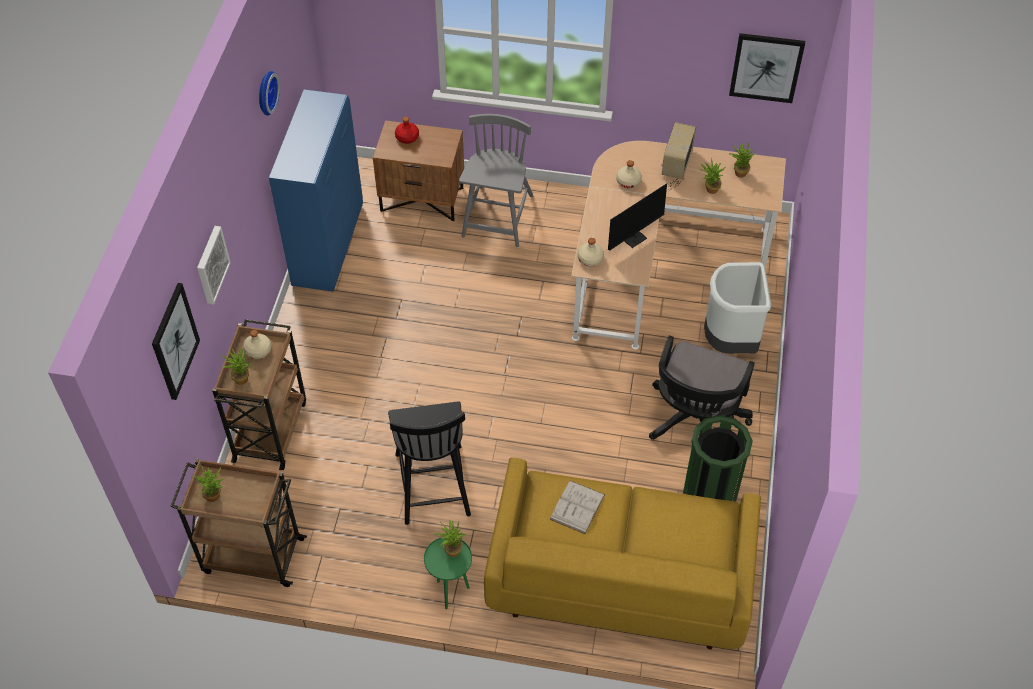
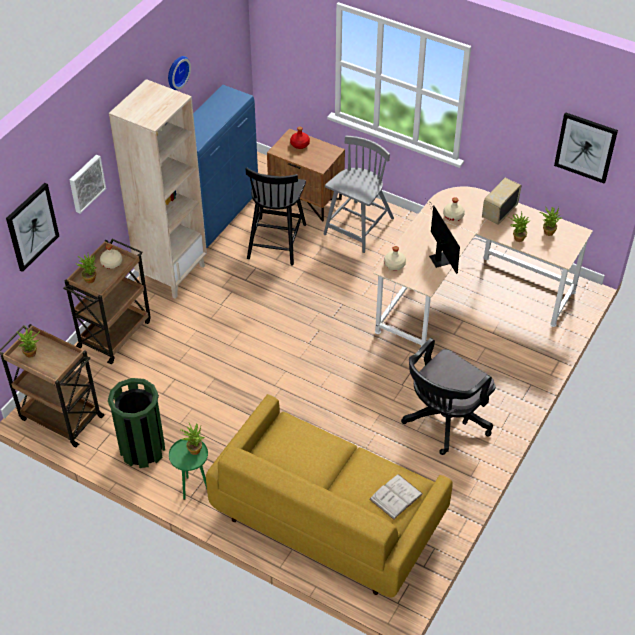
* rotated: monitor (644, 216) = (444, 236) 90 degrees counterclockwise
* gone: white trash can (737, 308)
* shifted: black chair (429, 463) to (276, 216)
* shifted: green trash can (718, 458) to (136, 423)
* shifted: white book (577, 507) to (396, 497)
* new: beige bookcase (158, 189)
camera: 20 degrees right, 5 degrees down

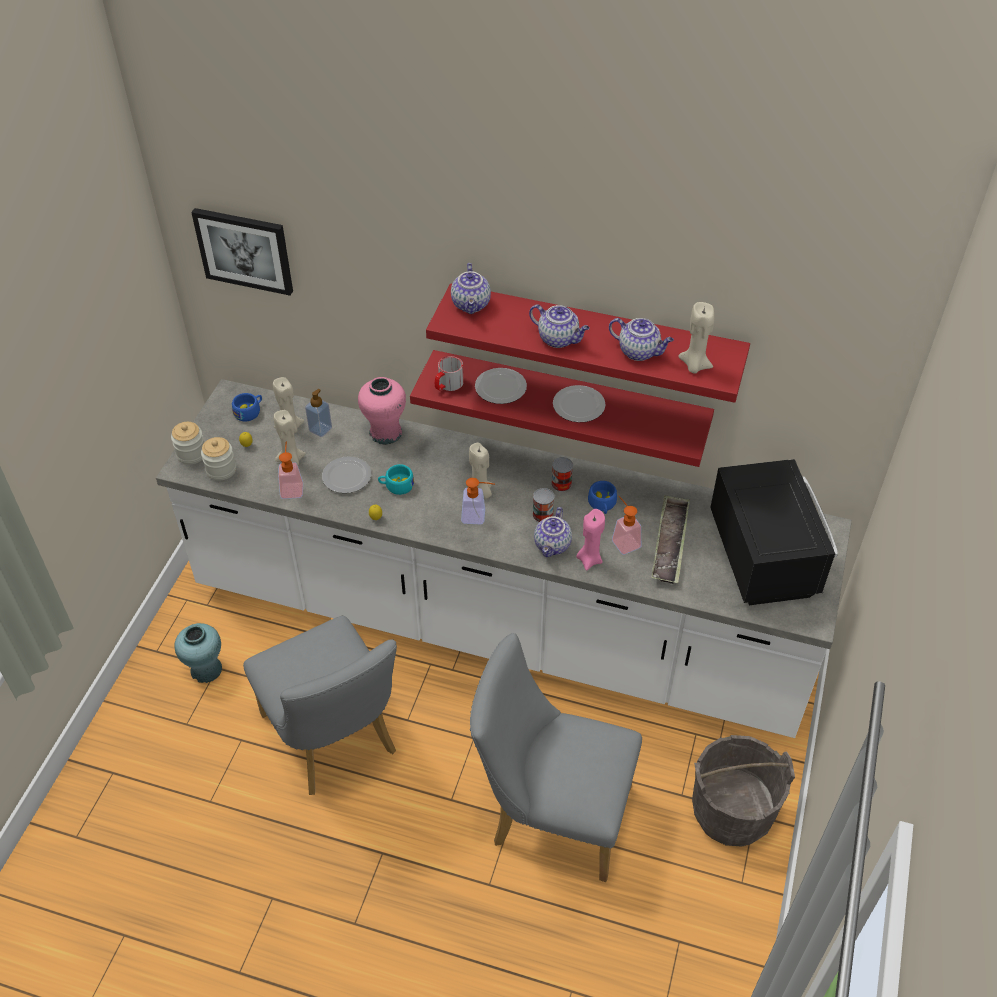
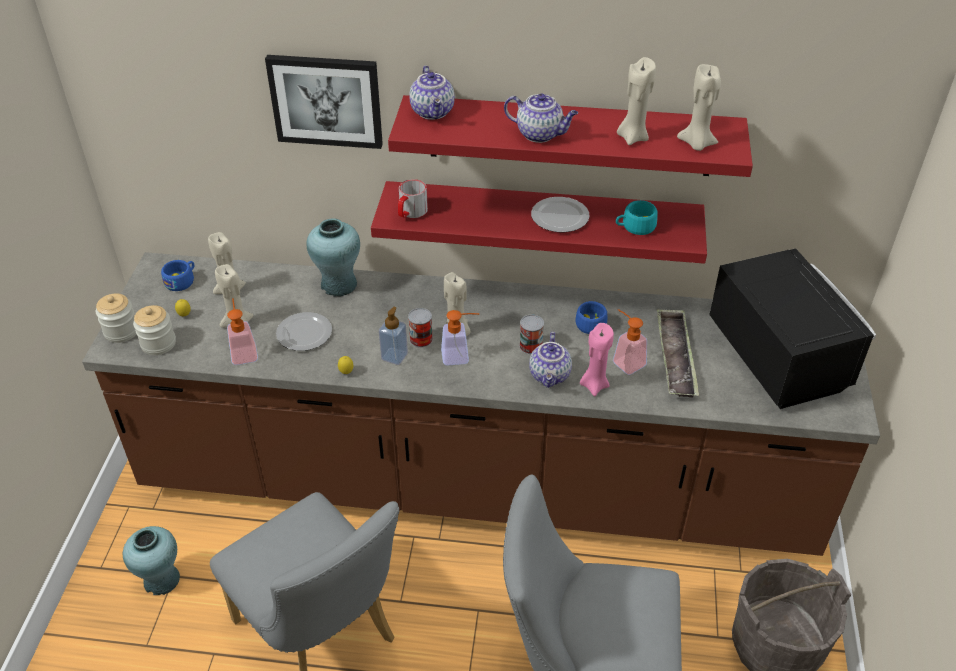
* shifted: picture (242, 252) to (324, 102)
* swapped: teapot (641, 339) to beige candle (636, 101)
* gone: plate (501, 386)
* repainted: pink vase (382, 411) to turquoise vase (333, 257)
* repainted: white counter (504, 558) to brown counter (481, 404)
* shifted: soap dispenser (318, 413) to (393, 336)
* shifted: can (562, 474) to (420, 327)
* shifted: turquoise cup (396, 479) to (637, 217)
camera: 10 degrees left, 5 degrees down

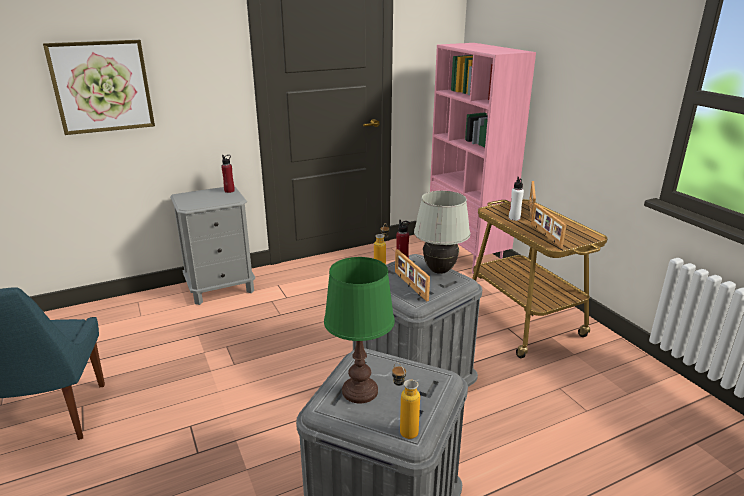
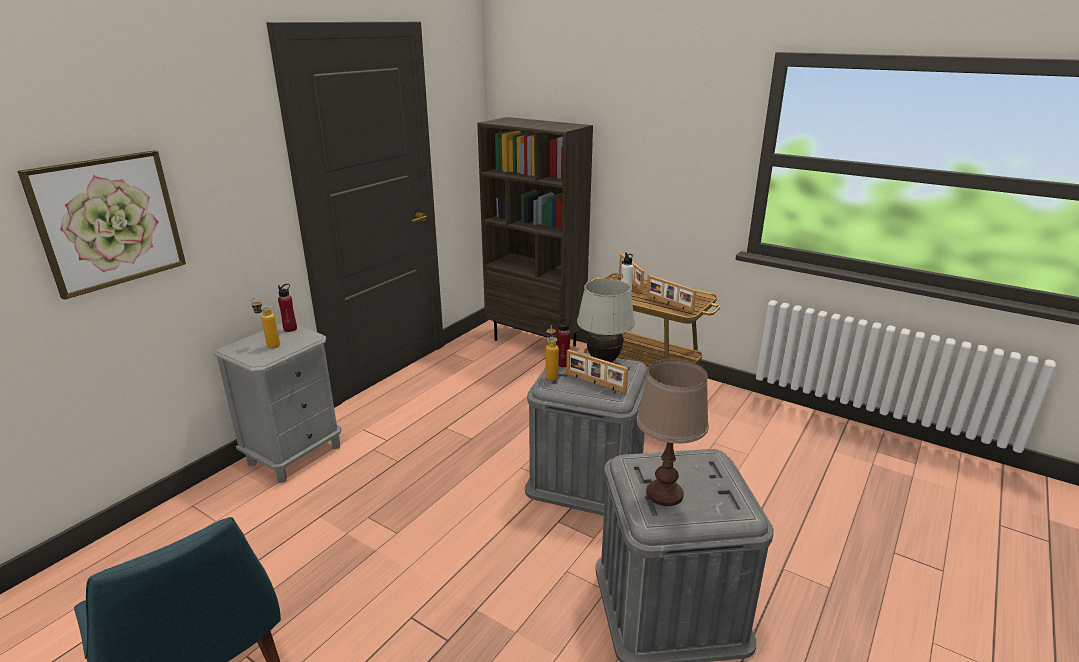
* repainted: pink bookcase (483, 158) to brown bookcase (535, 231)
* repainted: green table lamp (359, 330) to brown table lamp (672, 432)
* shifted: bottle (406, 400) to (265, 323)
camera: 30 degrees left, 0 degrees up

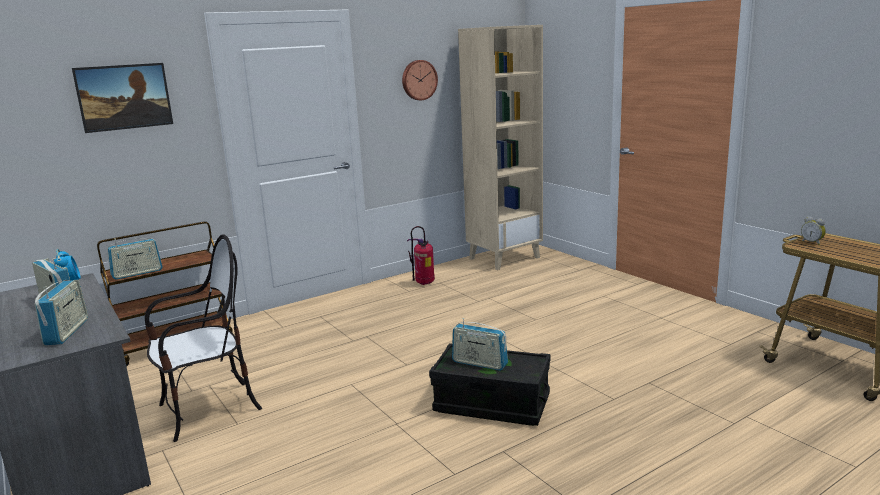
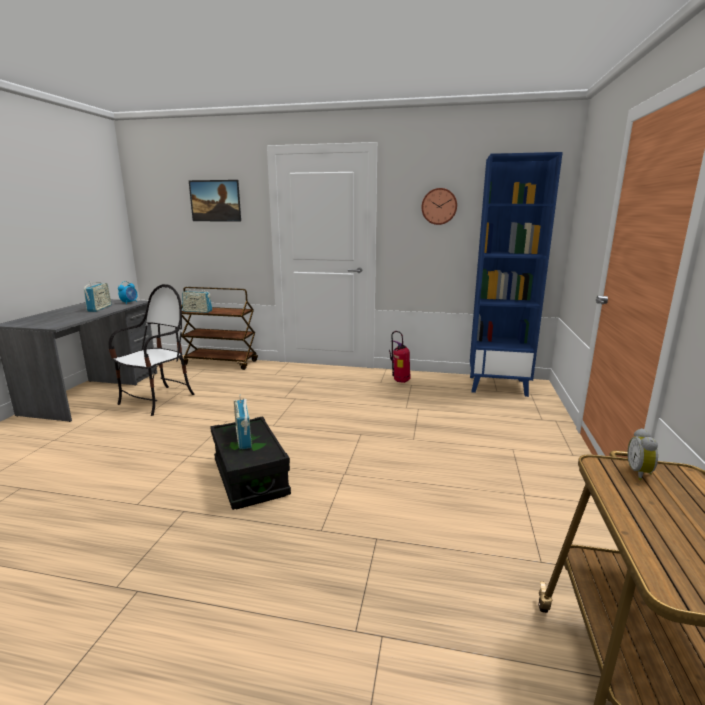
* repainted: beige bookcase (500, 147) to blue bookcase (516, 274)
* rotated: chair (203, 338) = (152, 350) 75 degrees counterclockwise
* gone: radio (61, 312)
camera: 45 degrees right, 0 degrees up

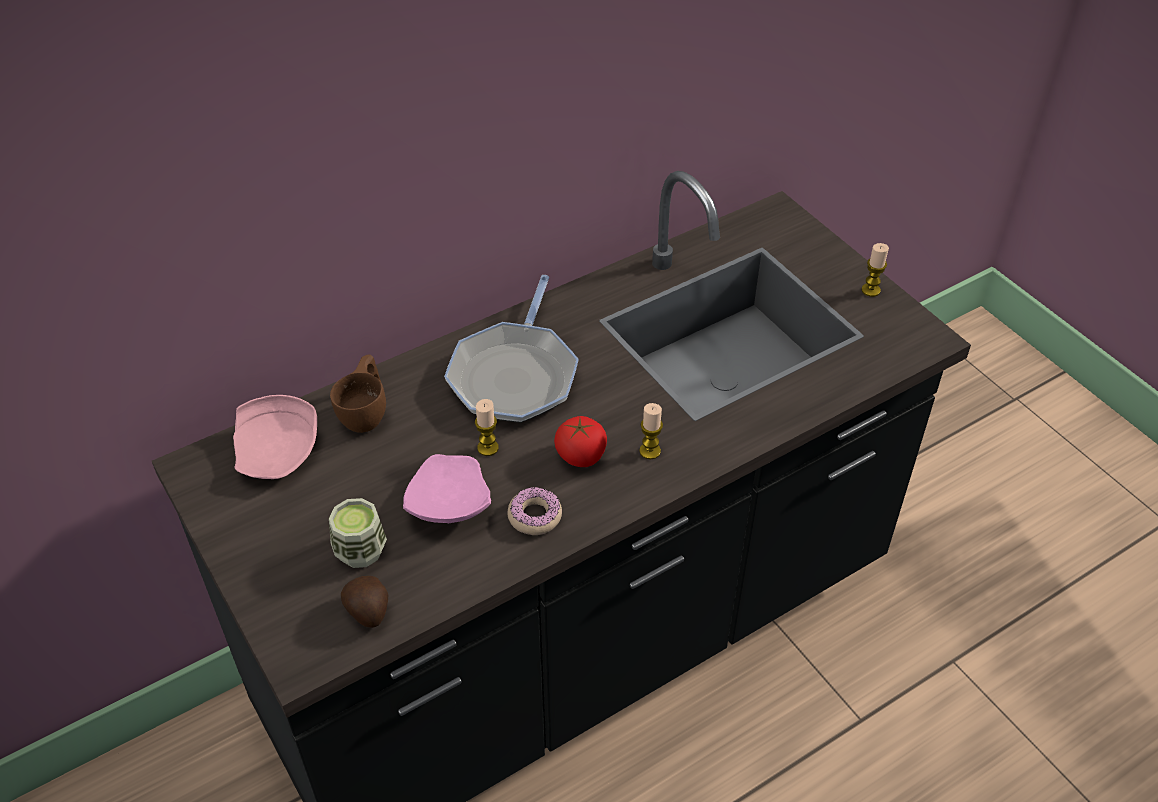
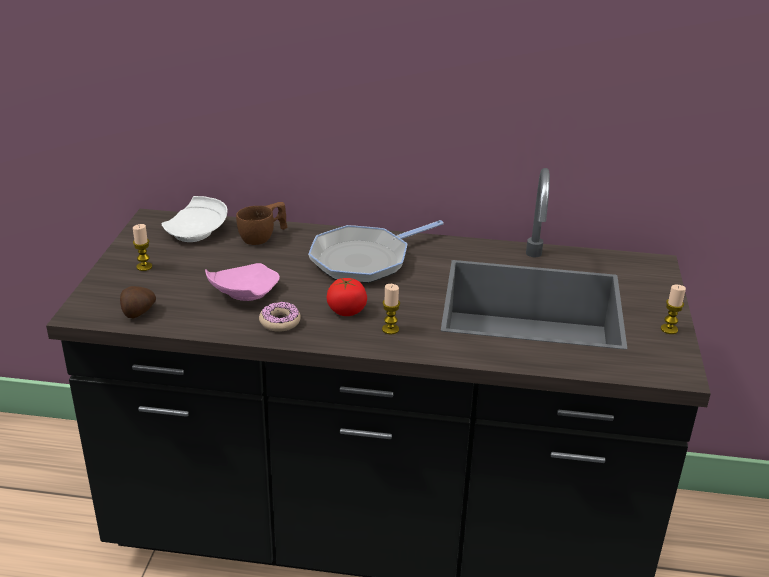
* repainted: pink plate (275, 437) to white plate (194, 219)
* shifted: candle (487, 427) to (142, 247)
* gone: cup (358, 533)
camera: 40 degrees right, 15 degrees down

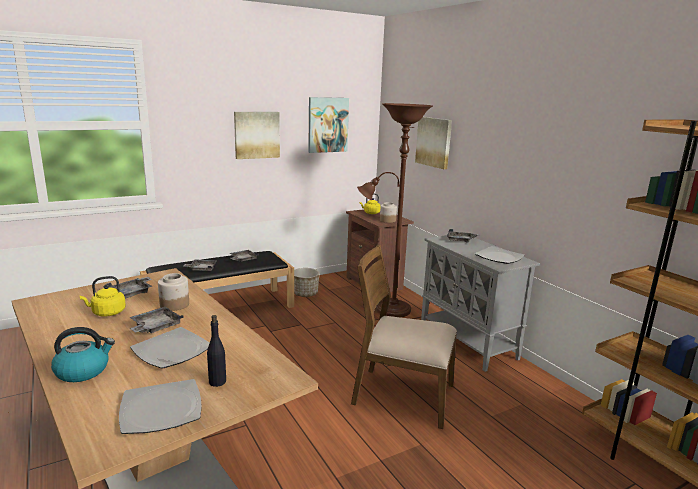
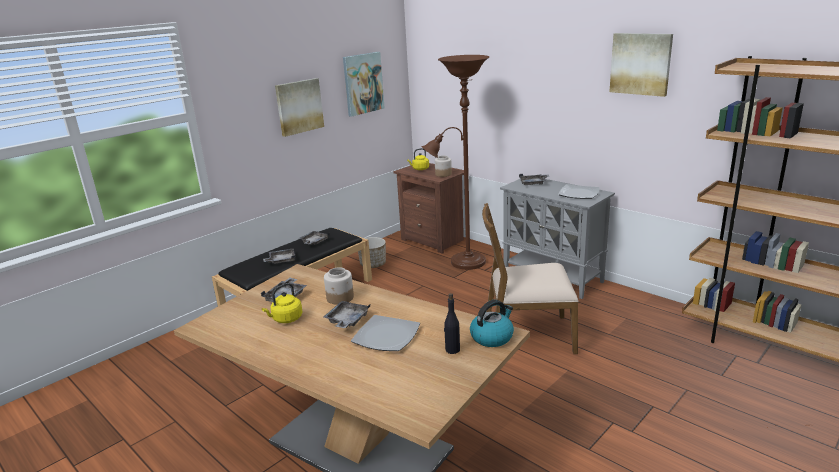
* shifted: picture (433, 143) to (641, 65)
* shifted: kettle (83, 354) to (492, 323)
* gone: plate (160, 406)
camera: 15 degrees left, 5 degrees up

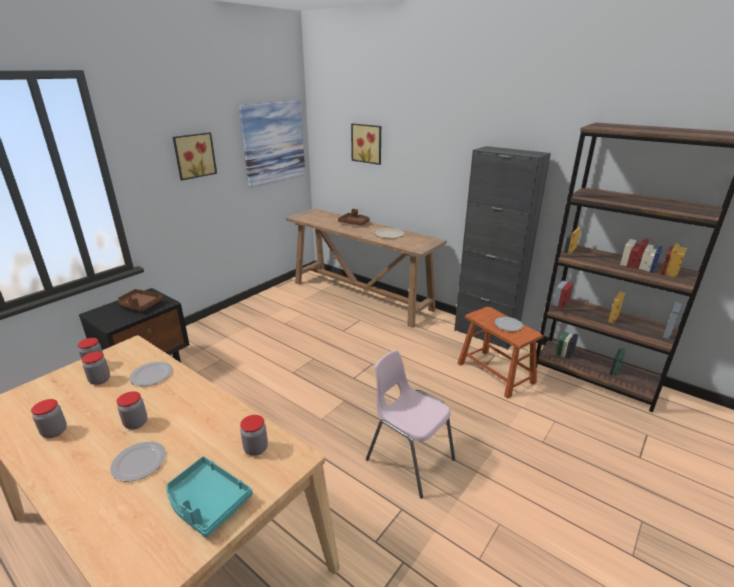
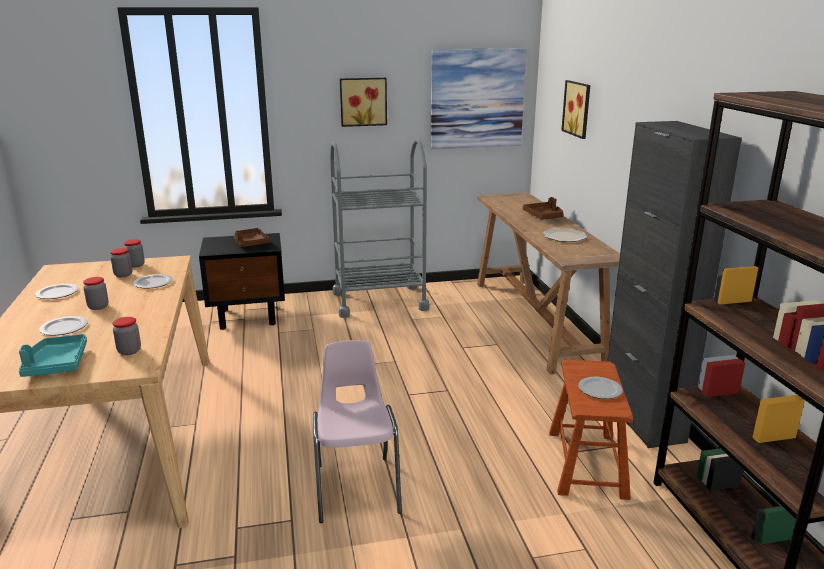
* swapped: jar (49, 418) to plate (57, 291)
* new: grey cart (379, 228)
camera: 40 degrees right, 5 degrees down

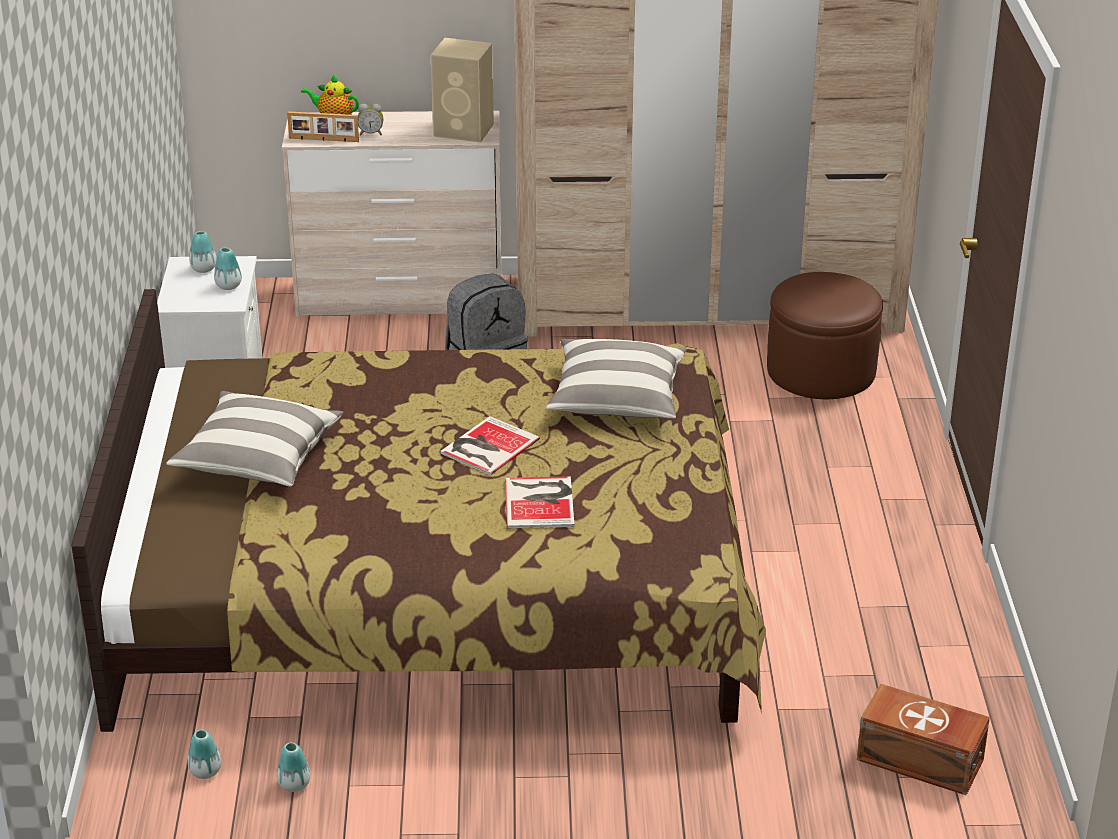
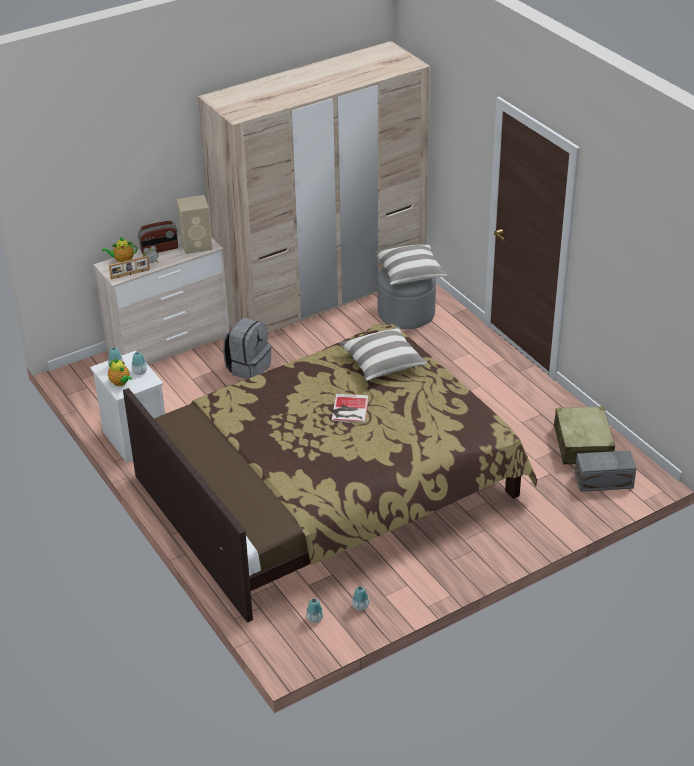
* repainted: brown ottoman (825, 335) to grey ottoman (406, 298)
* shifted: pillow (255, 439) to (410, 264)
* gone: book (539, 502)
* repainted: brown storage box (923, 739) to grey storage box (606, 471)
* new: radio (158, 237)
* new: teapot (120, 372)
* new: beige suitcase (584, 435)
camera: 30 degrees left, 5 degrees up

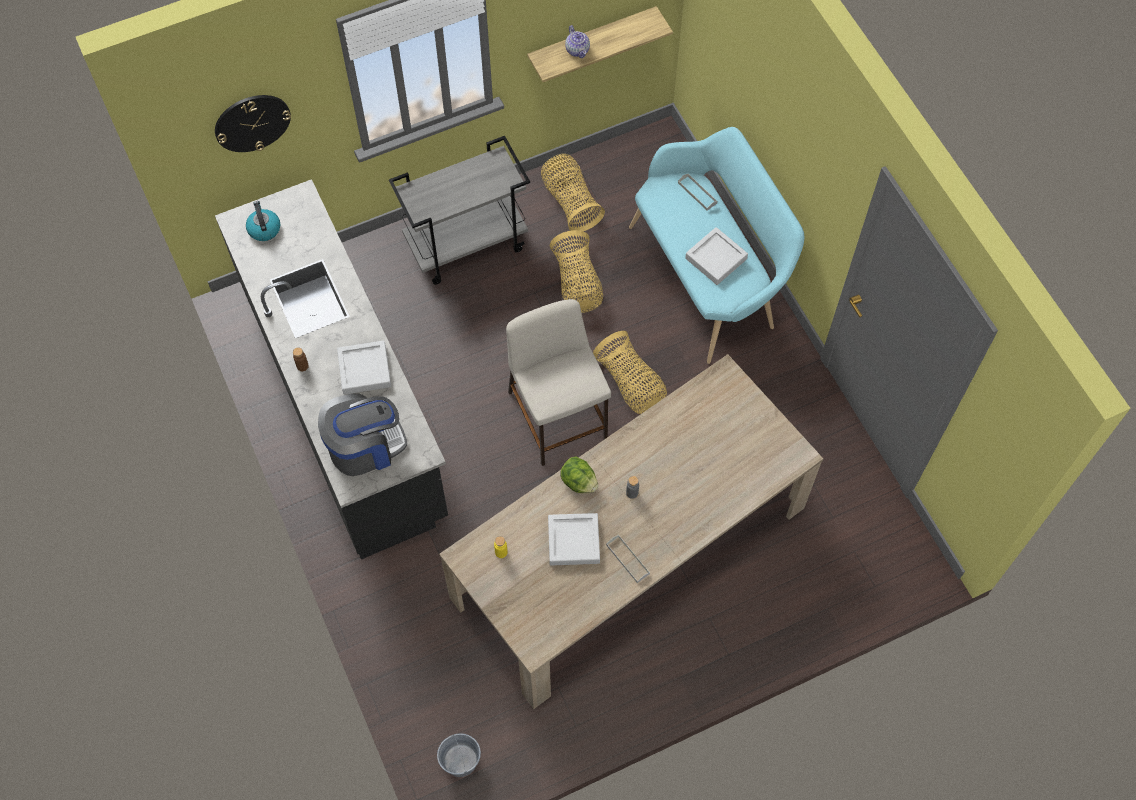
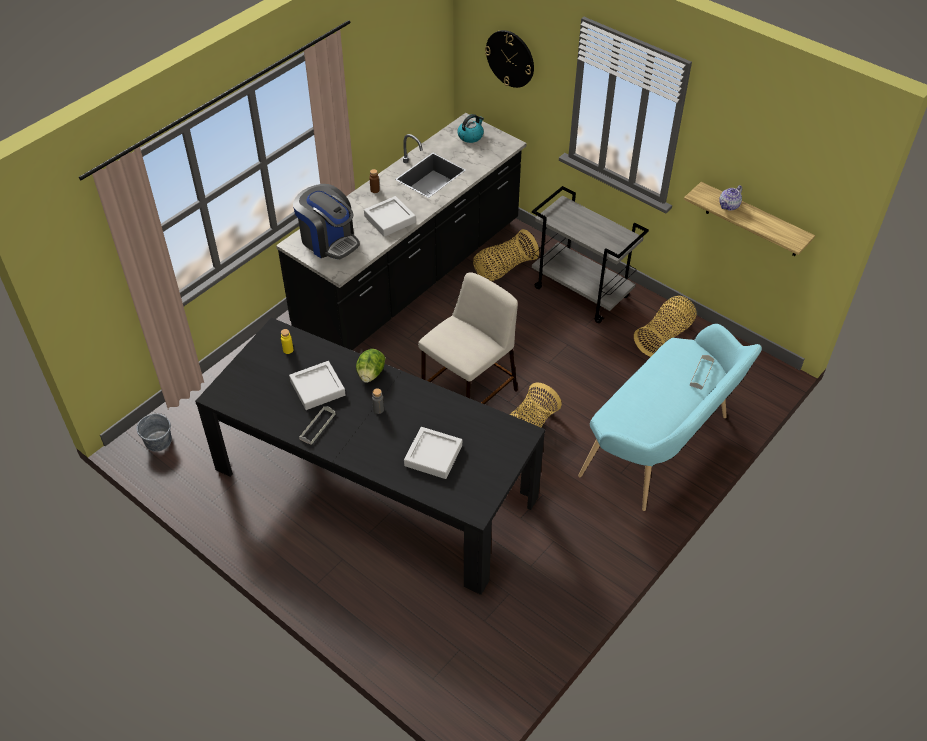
* shifted: grey tray (716, 256) to (433, 453)
* shifted: basket (576, 271) to (506, 255)
* repainted: beige dining table (631, 531) to black dining table (370, 456)
camera: 65 degrees right, 15 degrees down

